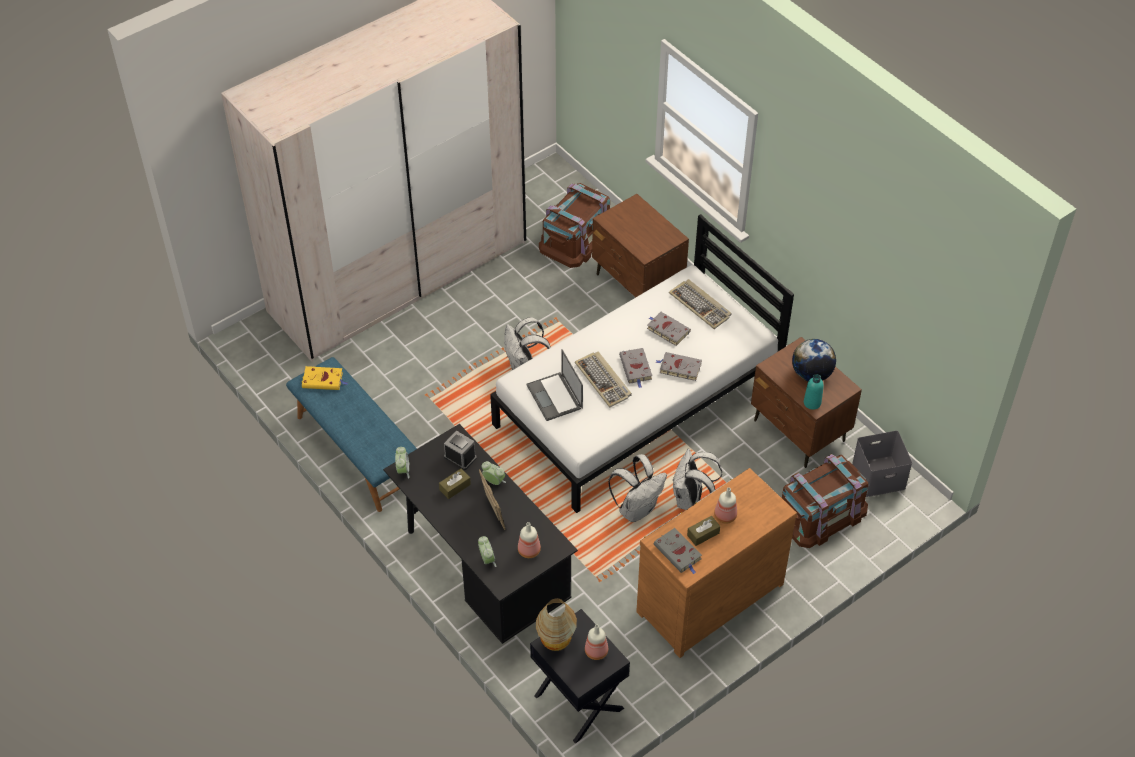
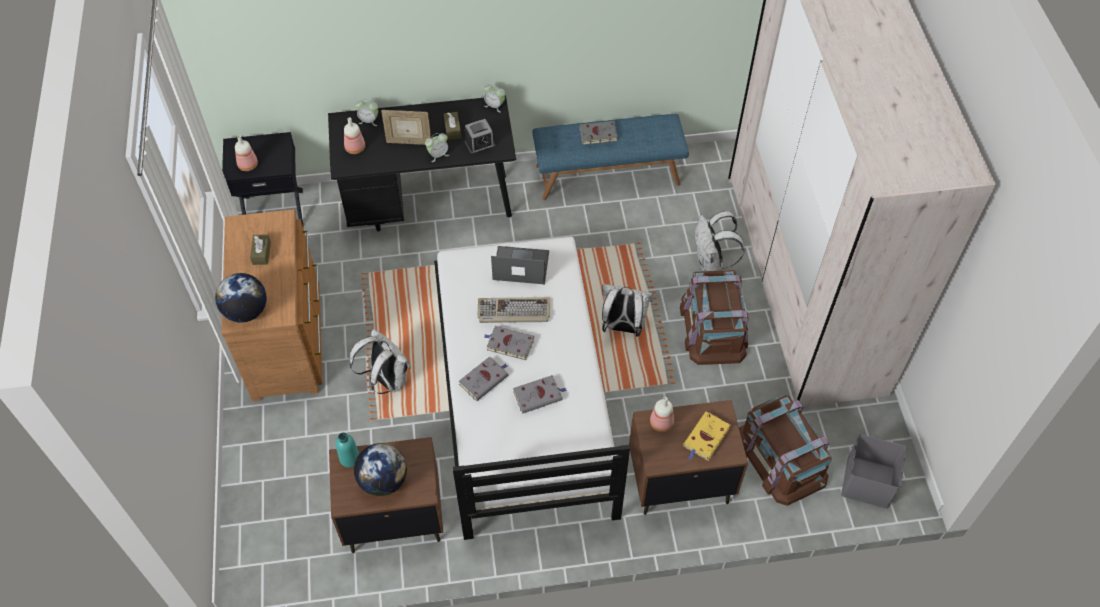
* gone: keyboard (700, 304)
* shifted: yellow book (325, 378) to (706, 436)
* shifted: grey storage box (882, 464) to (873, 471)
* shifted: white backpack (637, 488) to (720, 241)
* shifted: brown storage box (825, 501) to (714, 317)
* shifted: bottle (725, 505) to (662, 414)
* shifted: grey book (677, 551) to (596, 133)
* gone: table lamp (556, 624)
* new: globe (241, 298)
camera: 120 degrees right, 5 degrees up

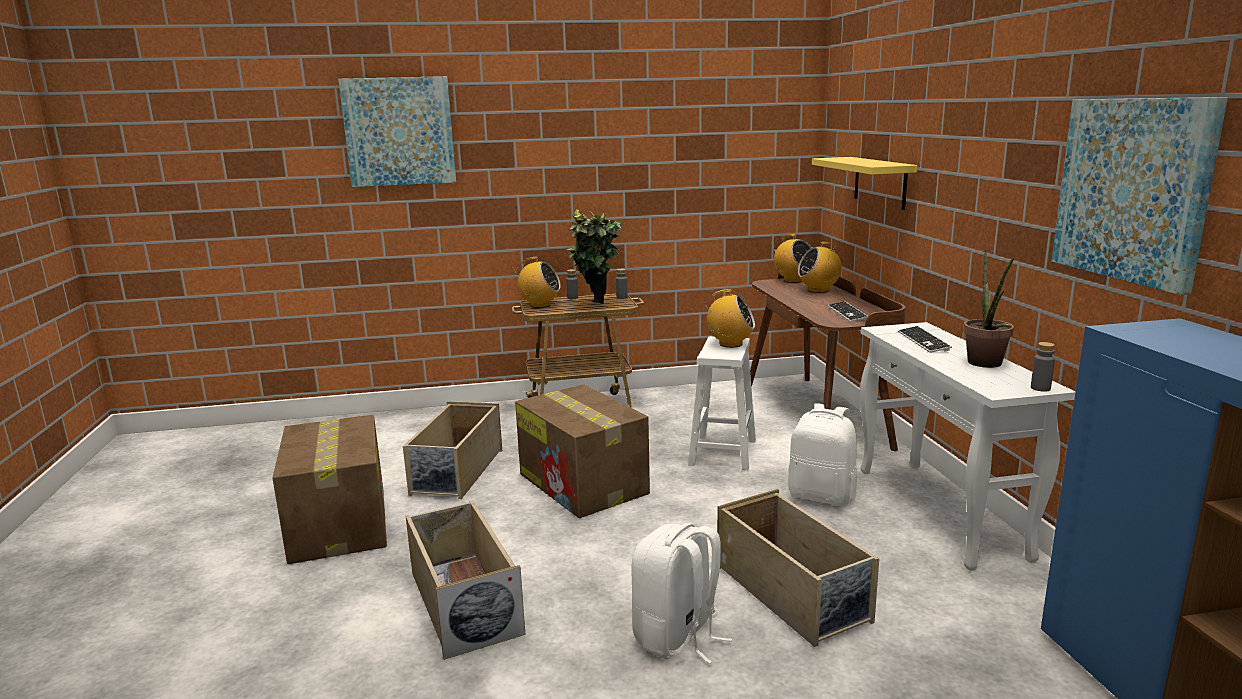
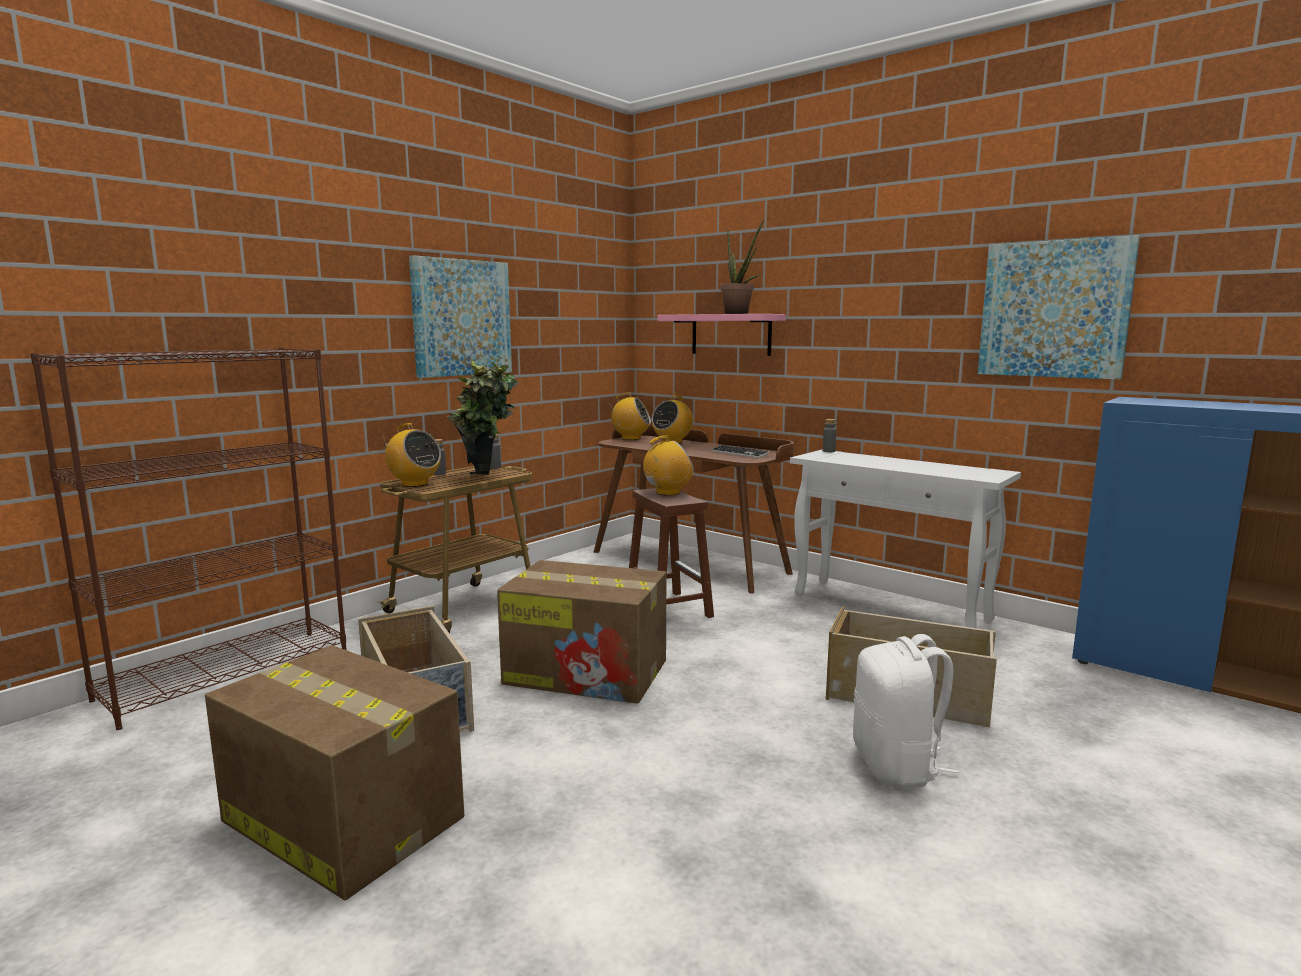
* shifted: picture (397, 131) to (460, 316)
* repainted: yellow shelf (864, 183) to pink shelf (722, 335)
* shifted: potted plant (988, 307) to (742, 267)
* rotated: radio (538, 282) = (411, 455) 60 degrees clockwise
* gone: keyboard (925, 339)
* repainted: white stool (722, 403) to brown stool (671, 553)
* shifted: grey bottle (1043, 367) to (829, 435)
* gone: white backpack (822, 454)
* gone: beige storage box (465, 580)
* new: brown bookcase (189, 539)
camera: 40 degrees left, 5 degrees down

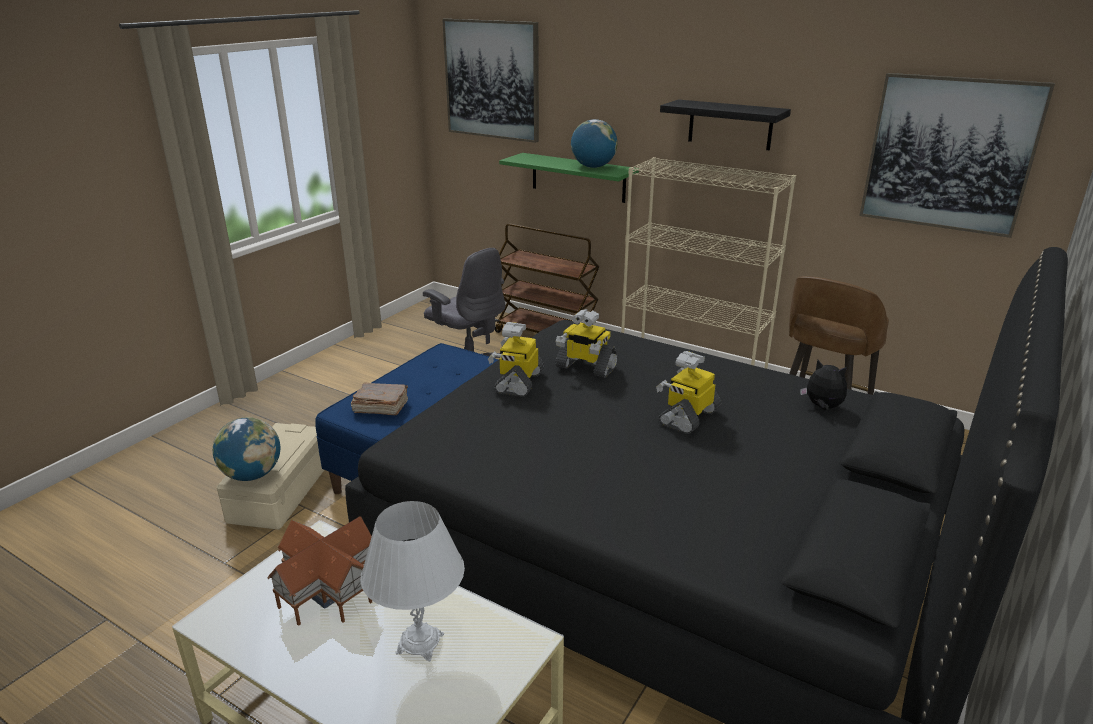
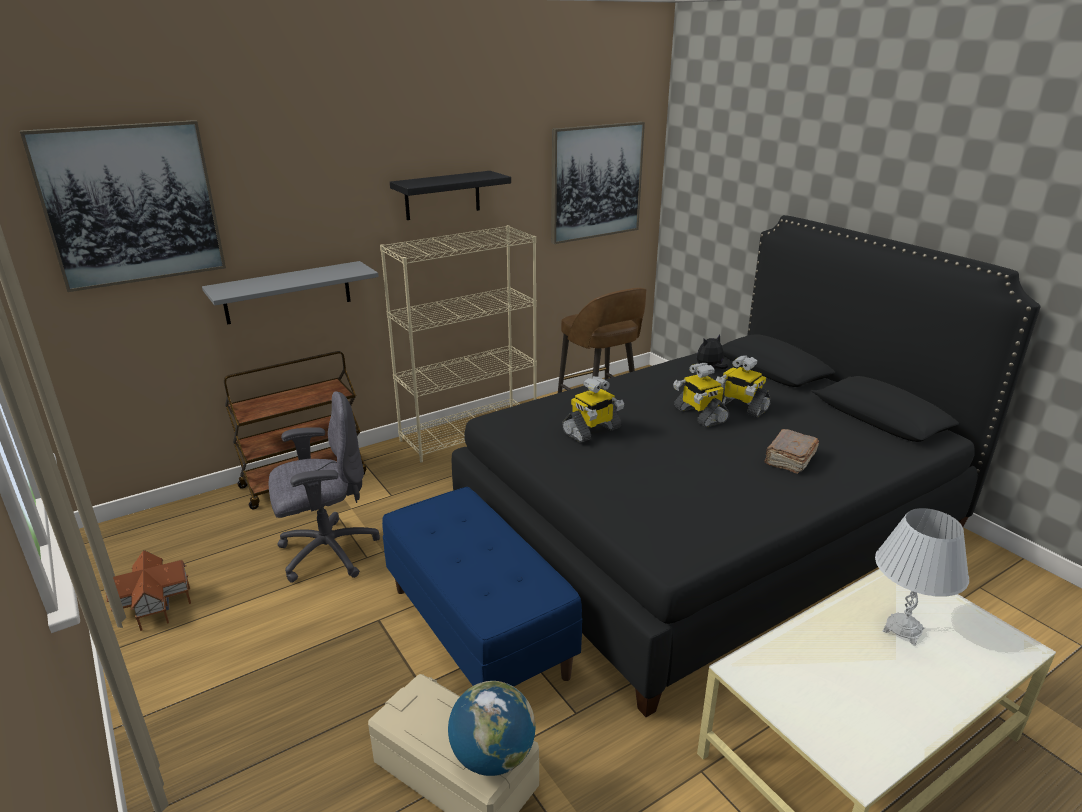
* gone: globe (594, 143)
* repainted: green shelf (569, 178) to grey shelf (290, 293)
* shifted: toy robot (516, 359) to (743, 386)
* shifted: brown book (379, 398) to (791, 451)
* shifted: toy house (319, 571) to (148, 590)
camera: 65 degrees left, 0 degrees up

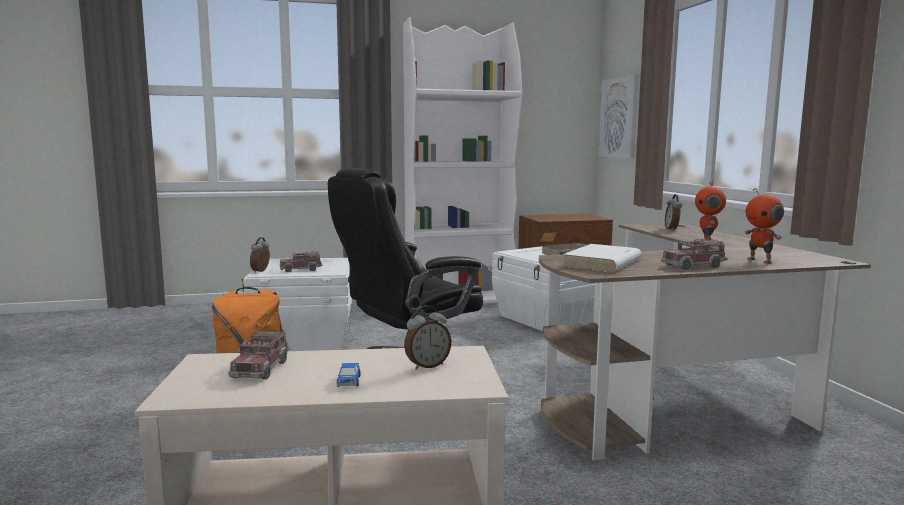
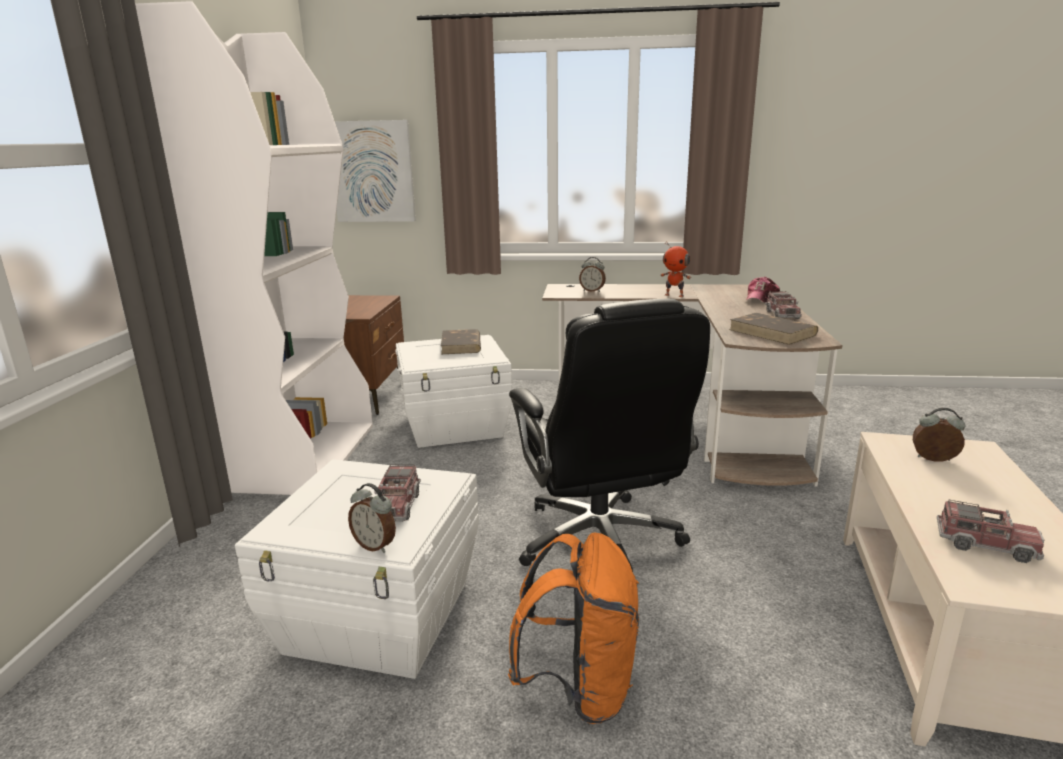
* swapped: toy robot (764, 226) to cap (762, 289)
* repainted: white book (601, 258) to brown book (773, 329)
* rotated: alarm clock (427, 337) = (939, 435) 60 degrees counterclockwise
* gone: toy car (349, 375)
camera: 70 degrees left, 10 degrees up

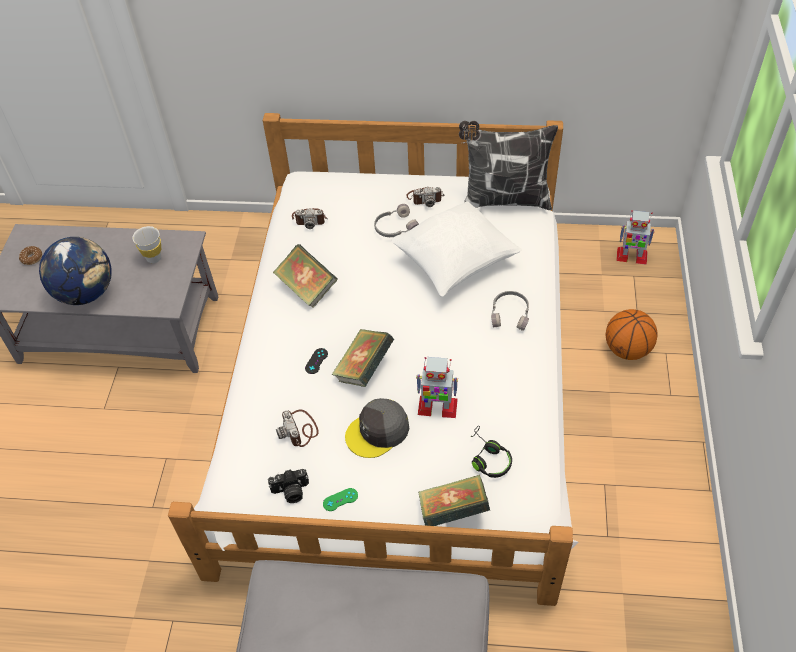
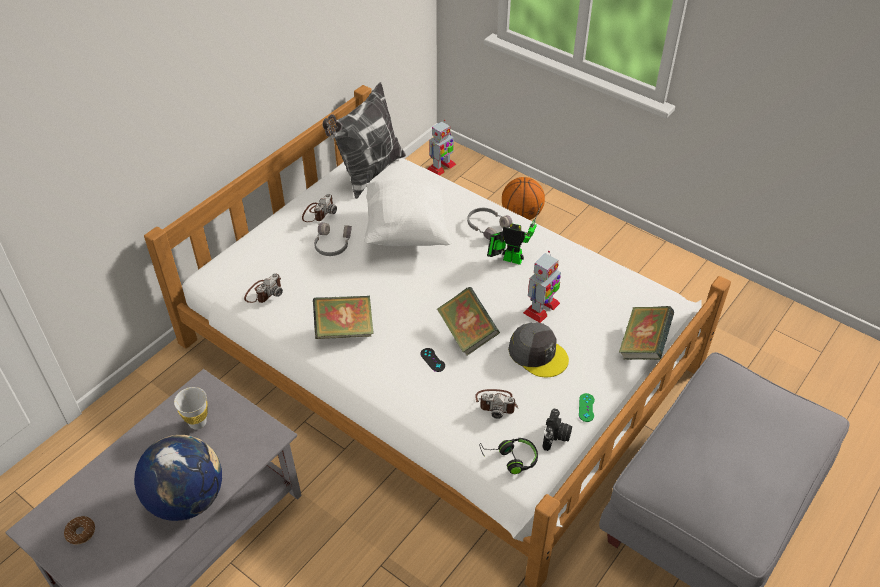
* rotated: grey cap (377, 428) = (538, 349) 45 degrees counterclockwise
* shifted: black headphones (491, 452) to (509, 456)
* new: toy robot (514, 234)
camera: 60 degrees left, 5 degrees down

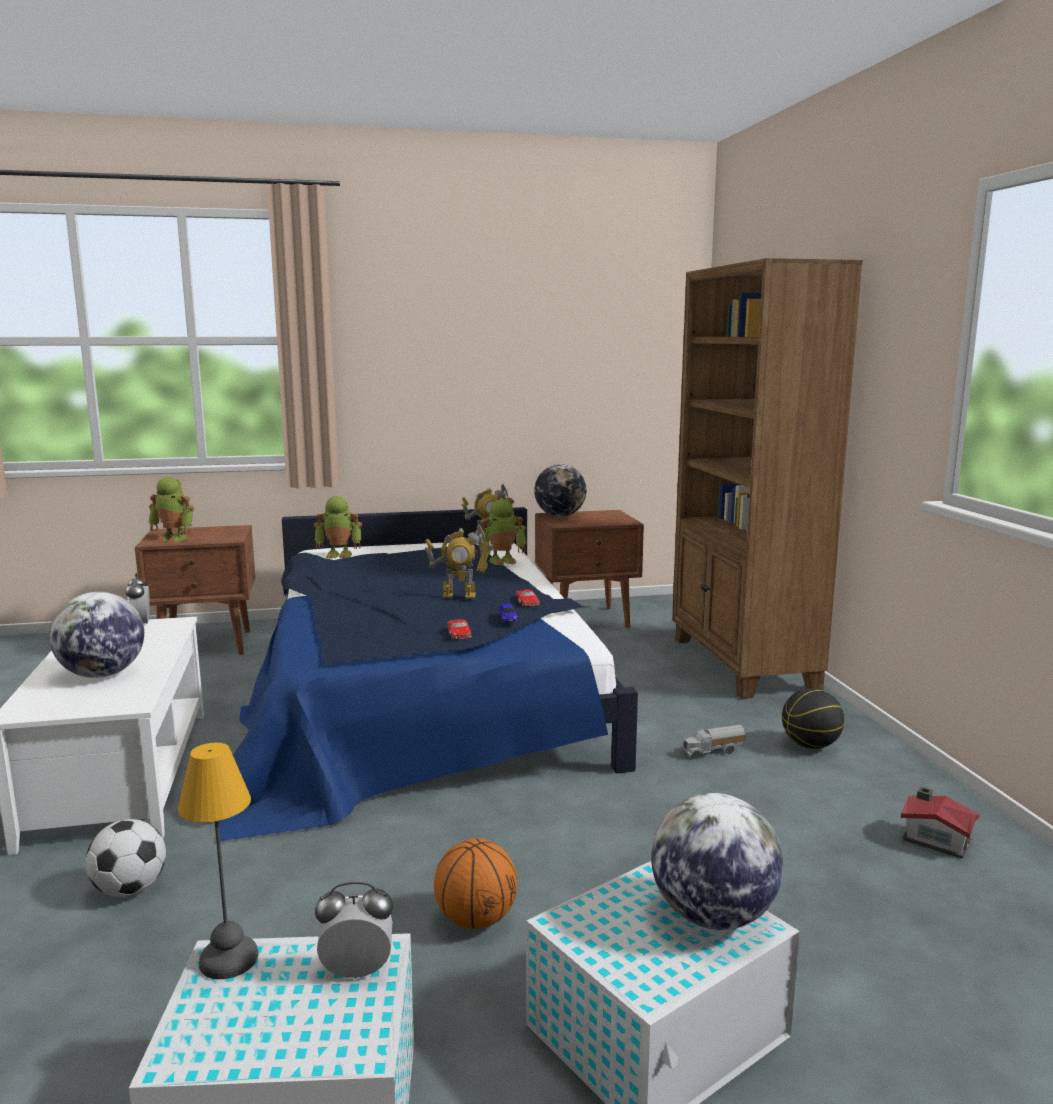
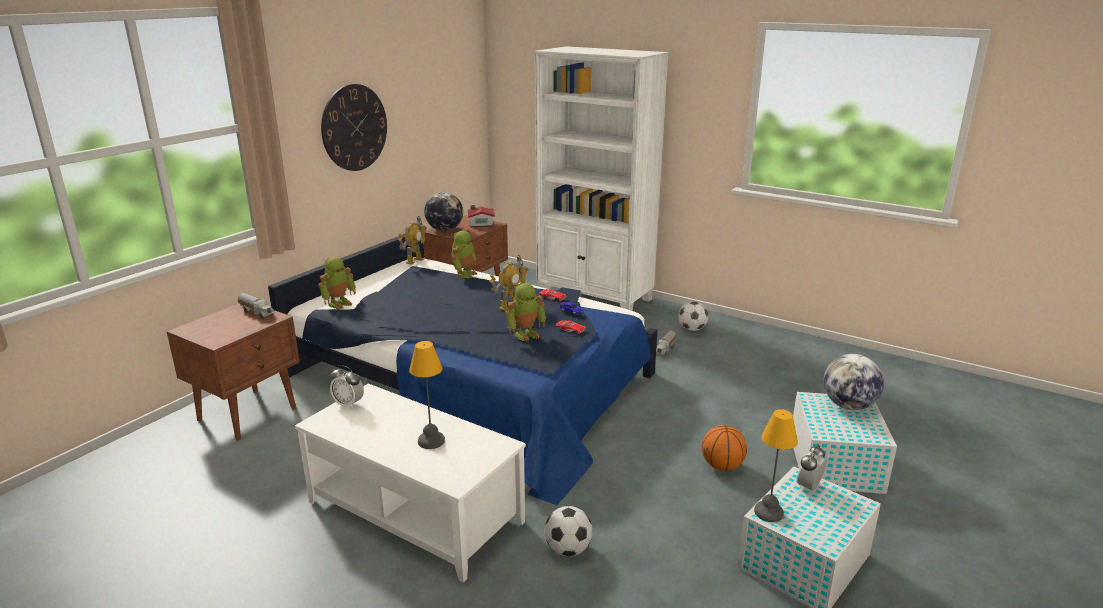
* repainted: brown bookcase (767, 478) to white bookcase (602, 178)
* shifted: toy robot (171, 510) to (525, 312)
* swapped: globe (96, 635) to table lamp (427, 395)
* swapped: basketball (813, 718) to football (693, 316)
* shifted: toy house (940, 822) to (481, 216)
* new: wall clock (354, 127)
* new: toy truck (257, 306)
camera: 45 degrees left, 10 degrees up

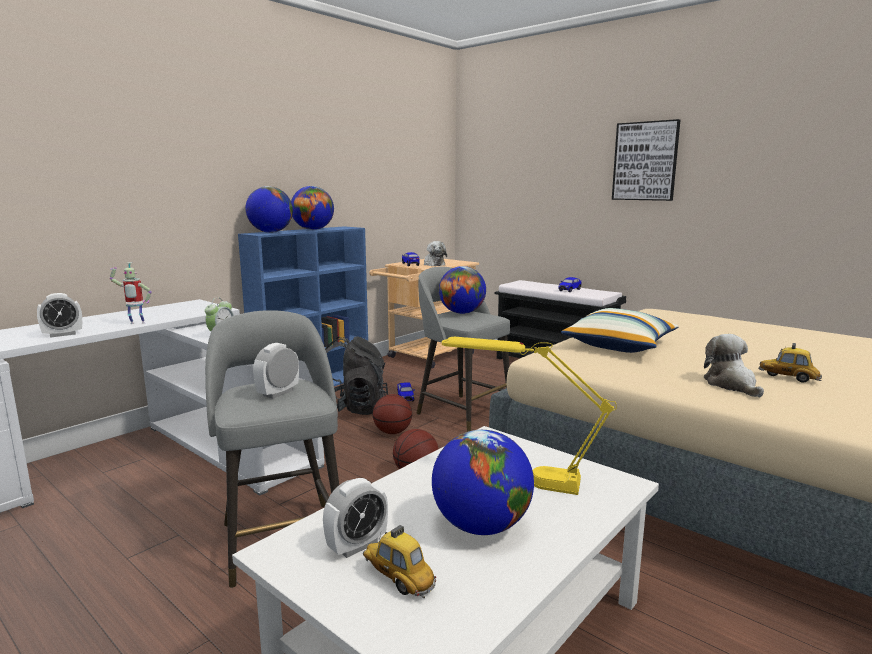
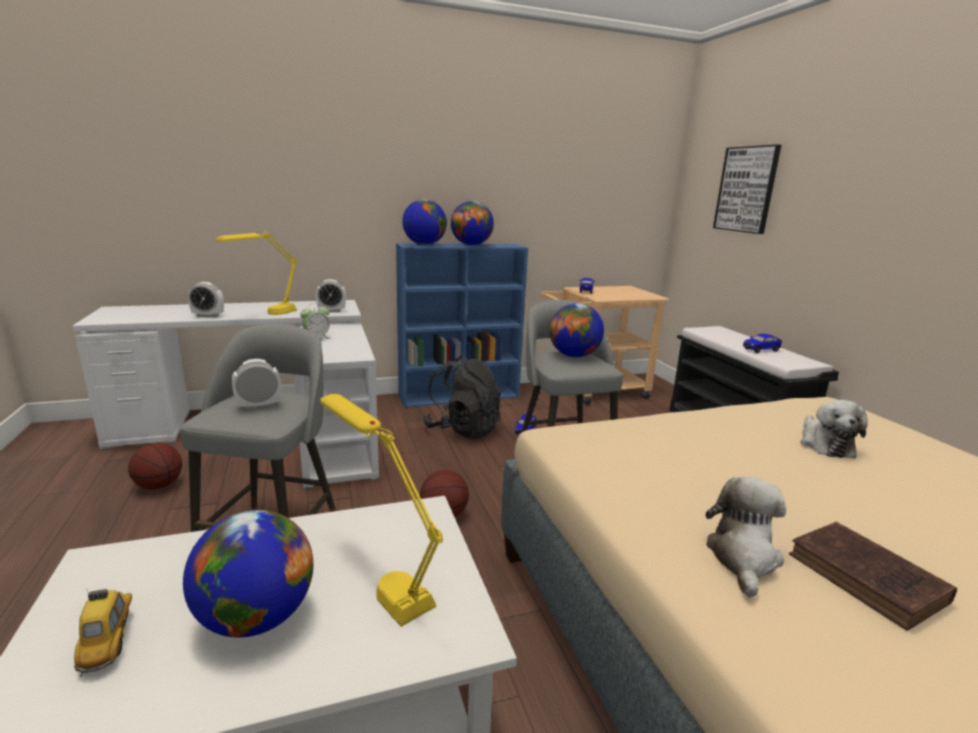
* shifted: picture (646, 160) to (747, 189)
* shifted: plush toy (435, 253) to (834, 429)
* swapped: toy robot (131, 293) to yellow table lamp (256, 272)
* gone: pillow (620, 330)
* swapped: toy car (790, 363) to brown book (873, 576)
* shifted: basketball (392, 414) to (155, 466)
* shifted: alarm clock (355, 518) to (331, 295)
camera: 30 degrees right, 5 degrees up

